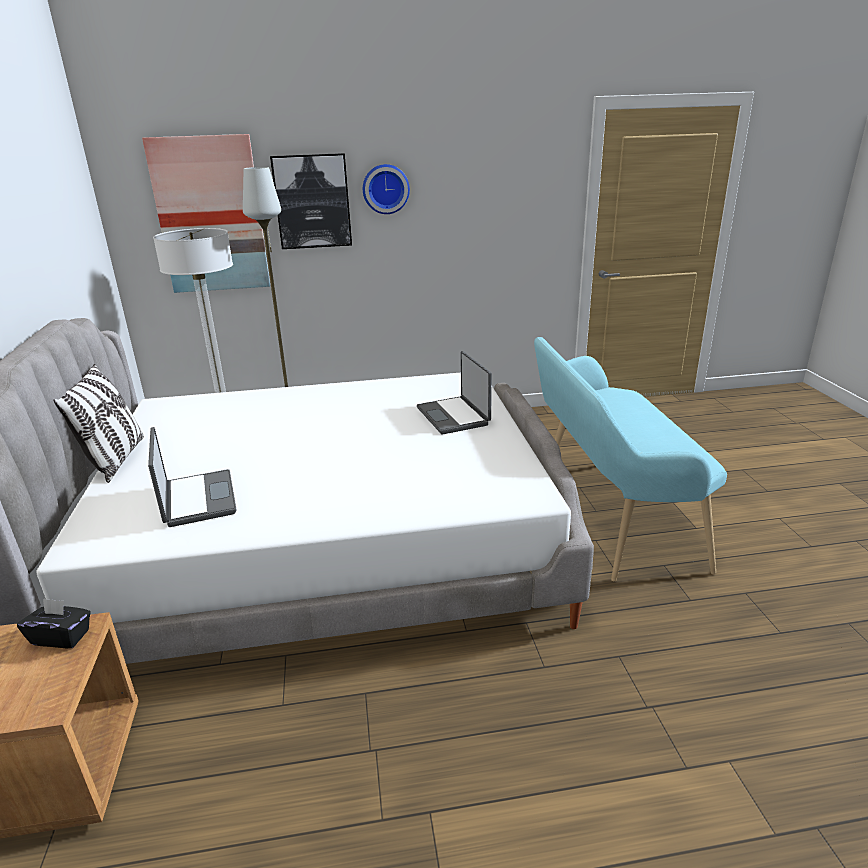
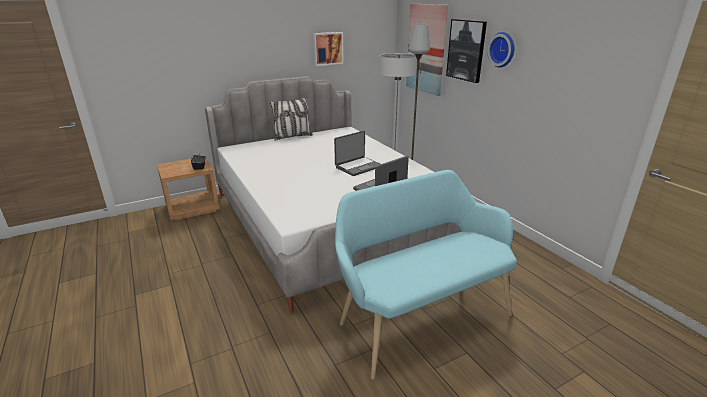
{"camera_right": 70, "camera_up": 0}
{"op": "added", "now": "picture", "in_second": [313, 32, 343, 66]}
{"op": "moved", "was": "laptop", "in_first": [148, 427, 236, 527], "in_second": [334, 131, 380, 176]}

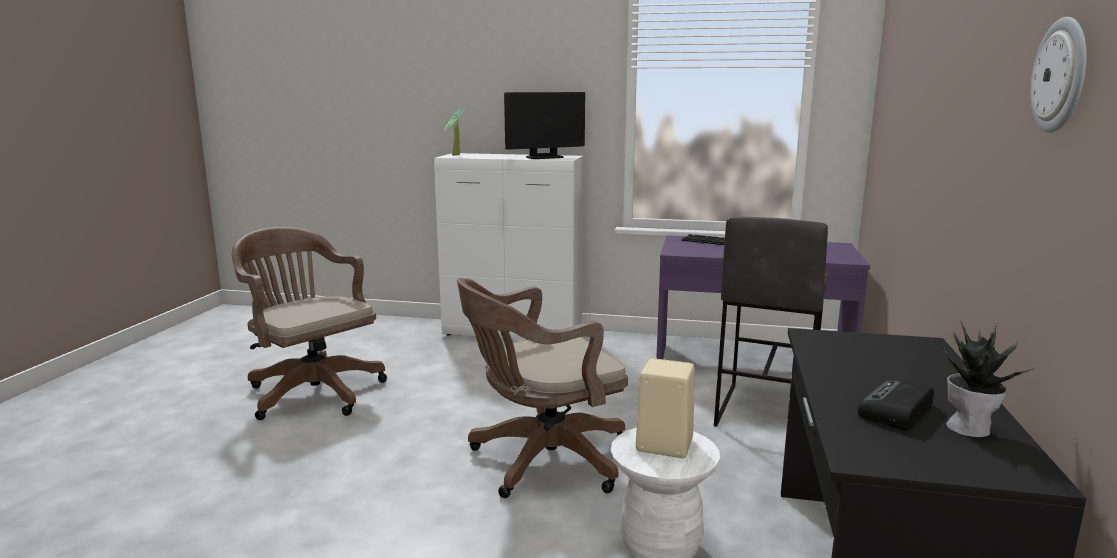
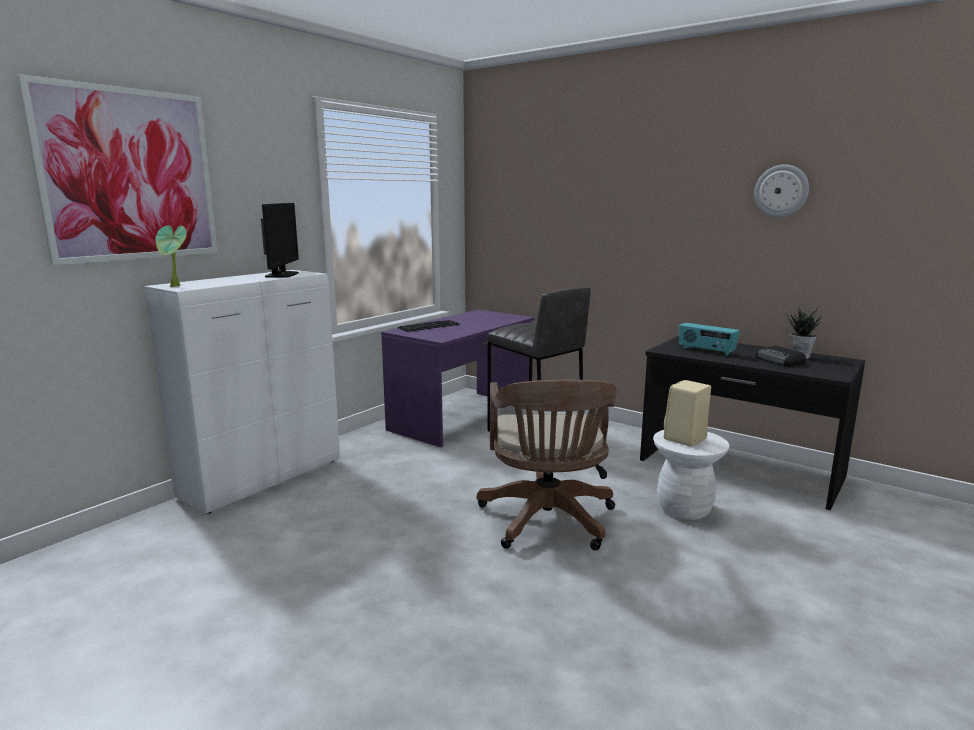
{"camera_right": -65, "camera_up": 0}
{"op": "added", "now": "picture", "in_second": [17, 74, 218, 265]}
{"op": "added", "now": "radio", "in_second": [679, 323, 740, 356]}
{"op": "removed", "was": "brown office chair", "in_first": [232, 227, 387, 420]}

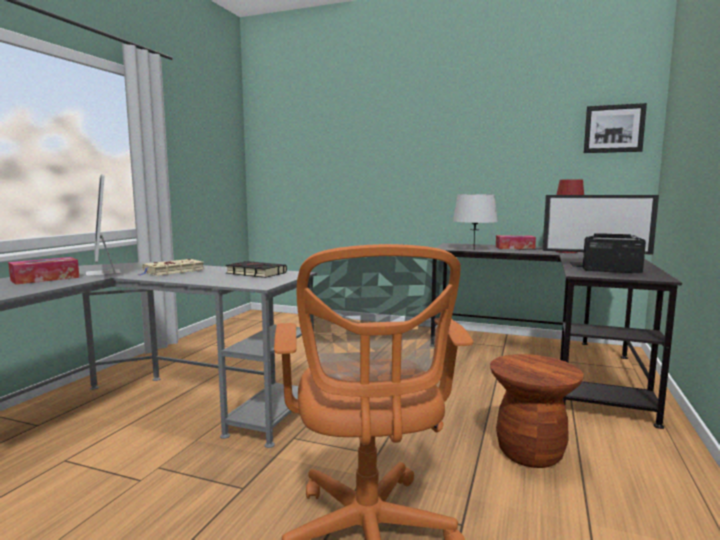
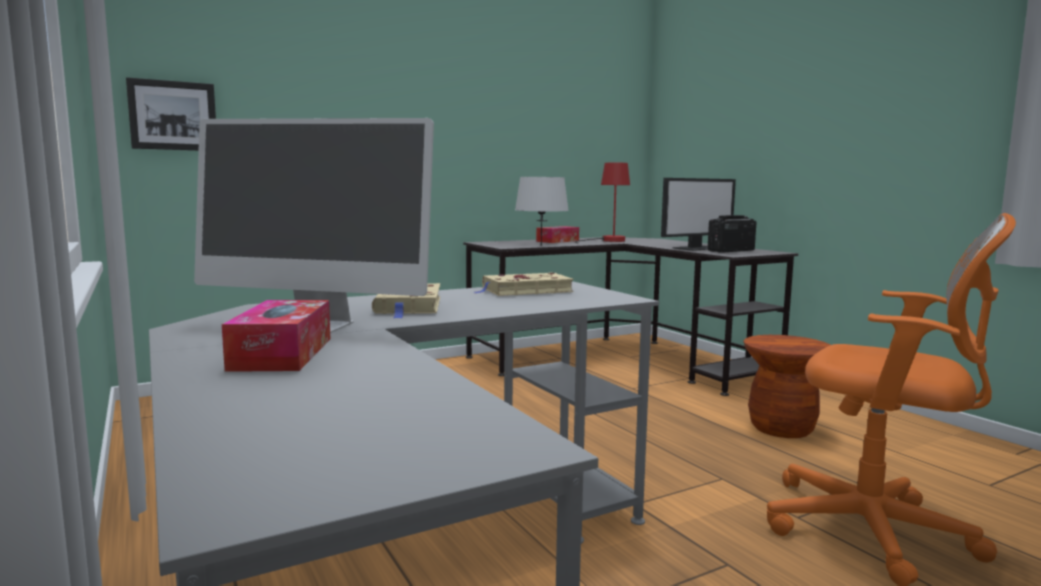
{"camera_right": -50, "camera_up": 0}
{"op": "moved", "was": "picture", "in_first": [583, 103, 647, 153], "in_second": [126, 77, 216, 151]}
{"op": "recoloured", "was": "black book", "now": "beige book", "in_first": [225, 261, 287, 278], "in_second": [475, 273, 574, 296]}

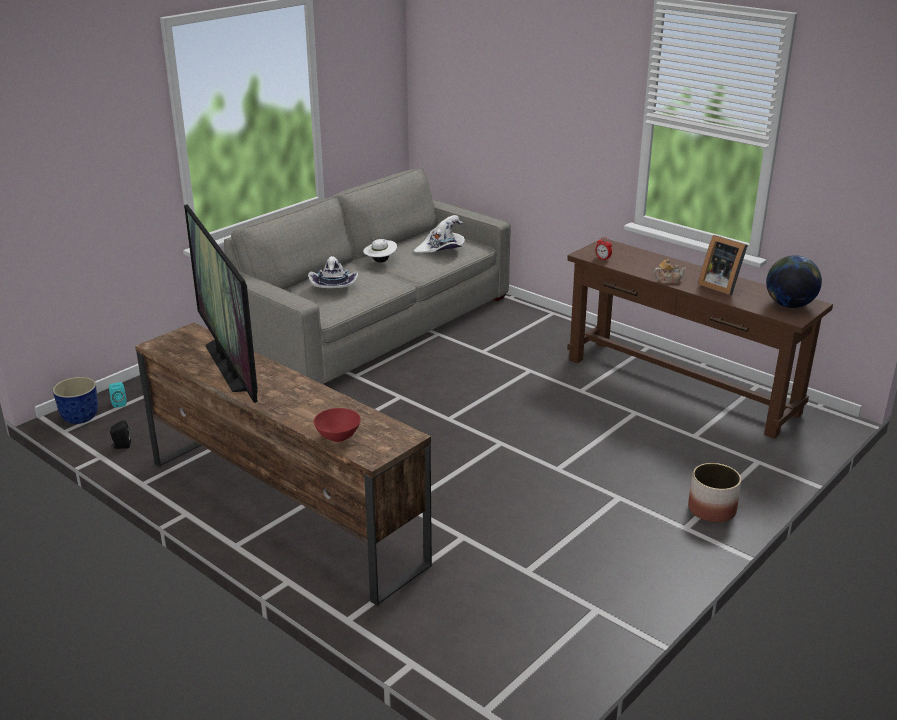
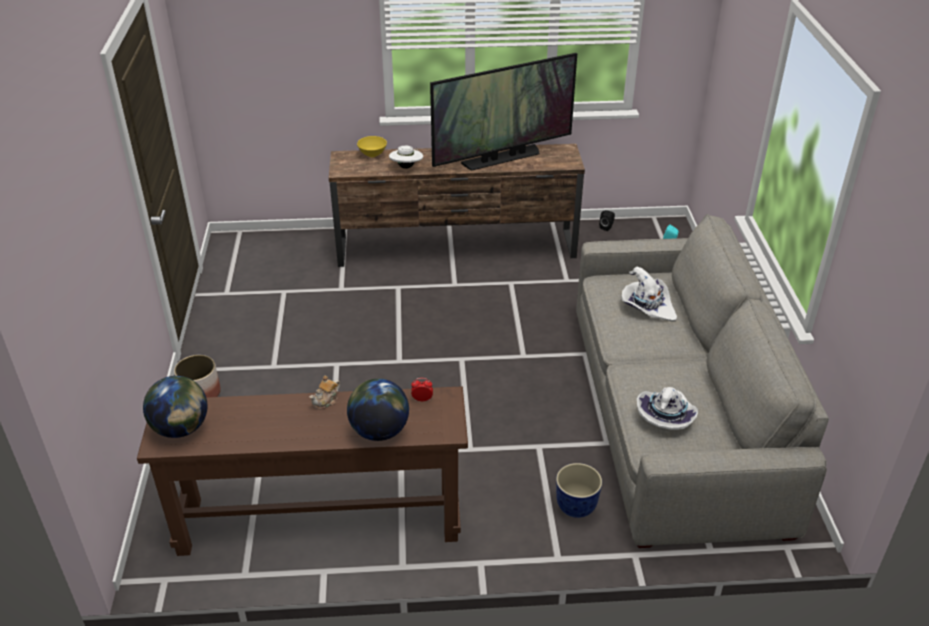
{"camera_right": 135, "camera_up": 10}
{"op": "added", "now": "globe", "in_second": [347, 379, 409, 441]}
{"op": "recoloured", "was": "red bowl", "now": "yellow bowl", "in_first": [314, 408, 361, 442], "in_second": [357, 136, 387, 157]}
{"op": "moved", "was": "white hat", "in_first": [363, 238, 397, 263], "in_second": [389, 145, 423, 169]}
{"op": "turned", "was": "television", "in_first": [184, 204, 258, 403], "in_second": [430, 53, 577, 170], "clockwise": 135}
{"op": "moved", "was": "planter", "in_first": [53, 377, 98, 424], "in_second": [556, 463, 602, 518]}
{"op": "removed", "was": "picture frame", "in_first": [698, 235, 748, 295]}

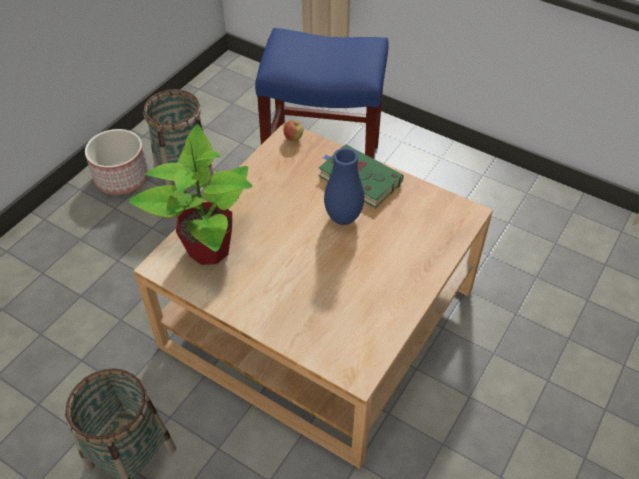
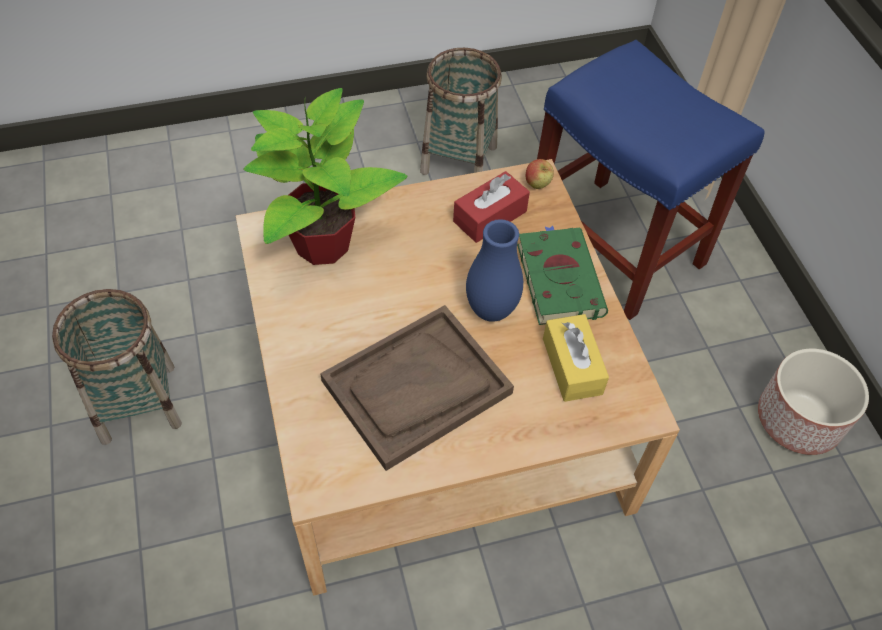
{"camera_right": 40, "camera_up": 5}
{"op": "added", "now": "brown tray", "in_second": [320, 305, 514, 471]}
{"op": "added", "now": "red tissue box", "in_second": [453, 171, 530, 243]}
{"op": "added", "now": "yellow tissue box", "in_second": [543, 314, 609, 402]}
{"op": "moved", "was": "planter", "in_first": [85, 129, 149, 195], "in_second": [758, 349, 869, 455]}

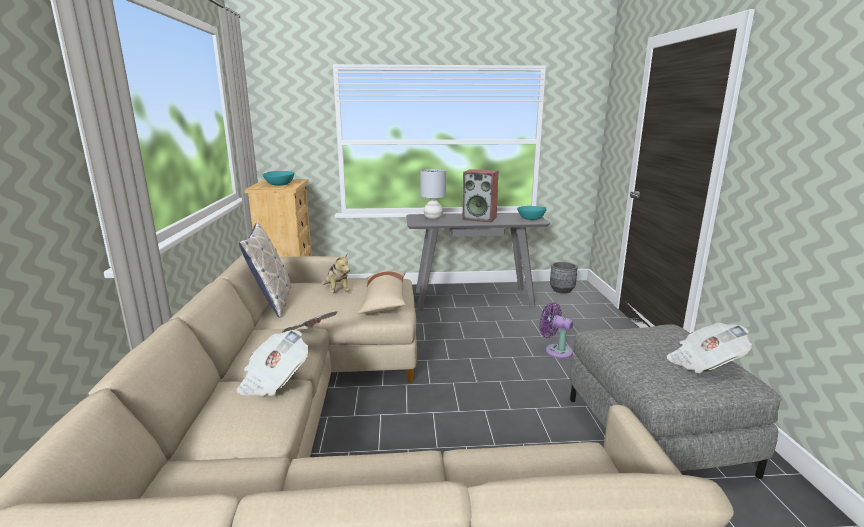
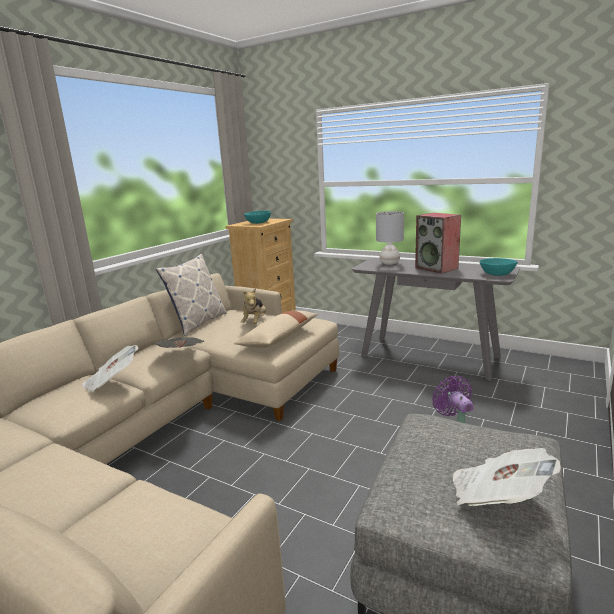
{"camera_right": 35, "camera_up": 0}
{"op": "removed", "was": "grey planter", "in_first": [550, 262, 578, 294]}

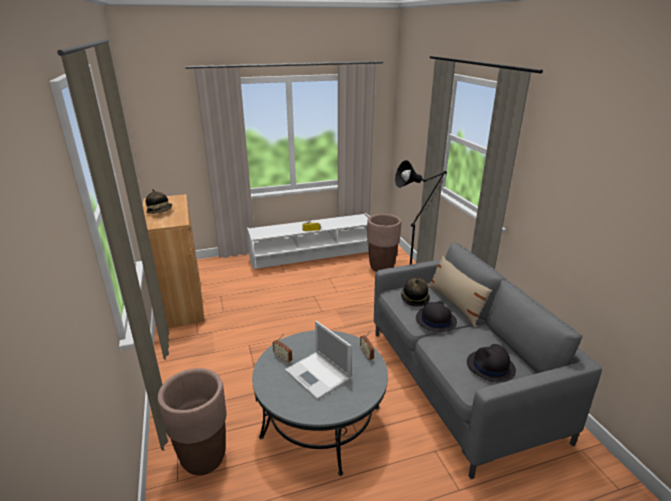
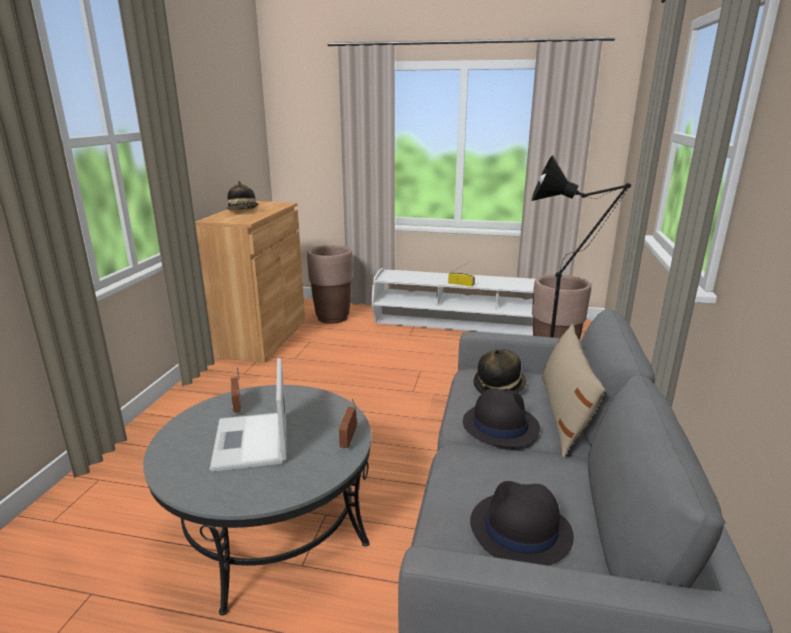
{"camera_right": 30, "camera_up": -5}
{"op": "moved", "was": "brown planter", "in_first": [158, 368, 227, 475], "in_second": [307, 245, 353, 324]}

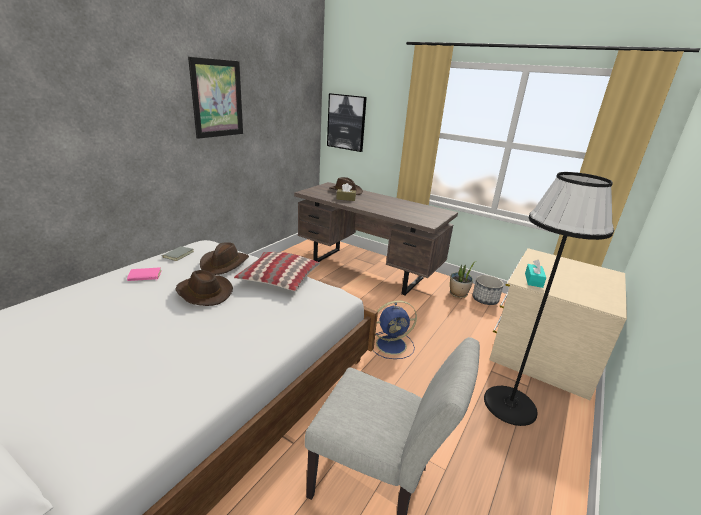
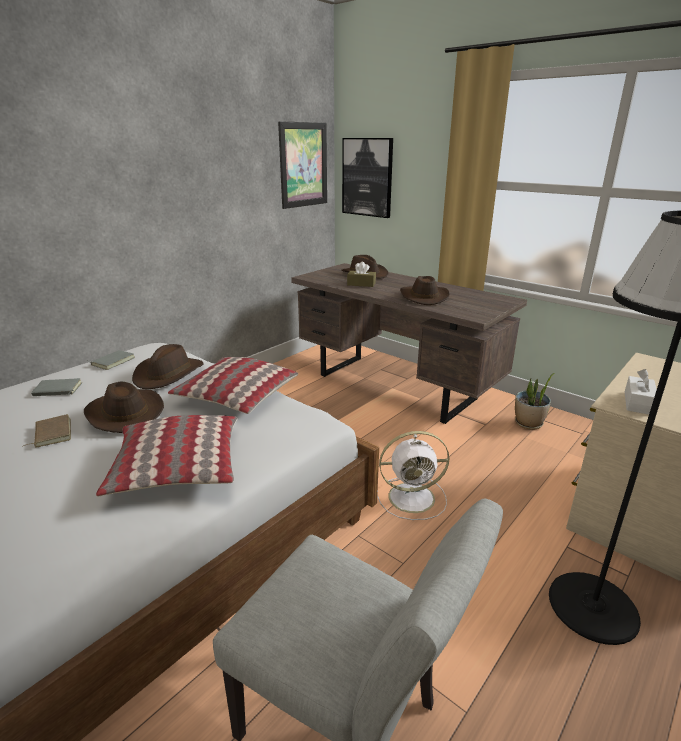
{"camera_right": 10, "camera_up": 0}
{"op": "added", "now": "brown book", "in_second": [22, 414, 71, 448]}
{"op": "recoloured", "was": "pink book", "now": "grey book", "in_first": [127, 267, 162, 281], "in_second": [31, 378, 82, 396]}
{"op": "added", "now": "pillow", "in_second": [96, 415, 238, 497]}
{"op": "moved", "was": "picture", "in_first": [188, 57, 243, 139], "in_second": [278, 121, 327, 209]}
{"op": "recoloured", "was": "blue fan", "now": "white fan", "in_first": [373, 300, 417, 359], "in_second": [377, 431, 450, 520]}
{"op": "added", "now": "brown hat", "in_second": [400, 276, 450, 305]}
{"op": "recoloured", "was": "turquoise tissue box", "now": "white tissue box", "in_first": [525, 260, 546, 288], "in_second": [625, 369, 657, 415]}
{"op": "removed", "was": "planter", "in_first": [472, 275, 504, 305]}

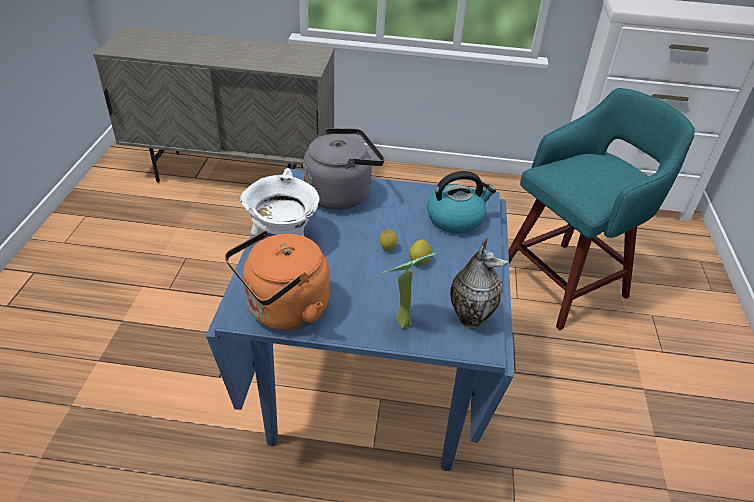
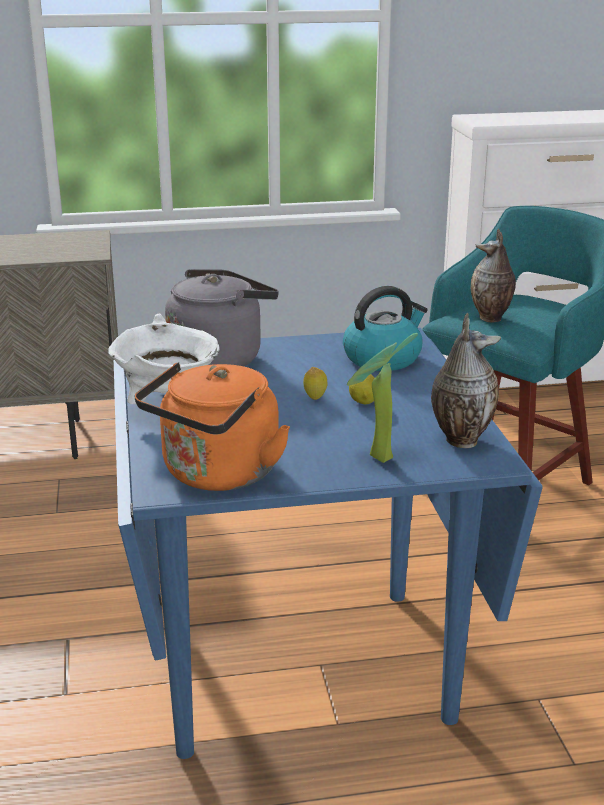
{"camera_right": -15, "camera_up": -15}
{"op": "added", "now": "vase", "in_second": [471, 228, 516, 322]}

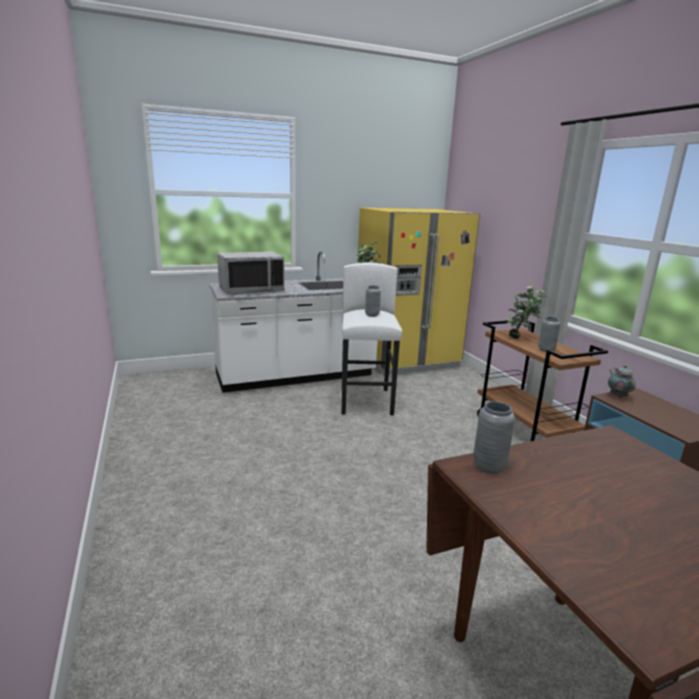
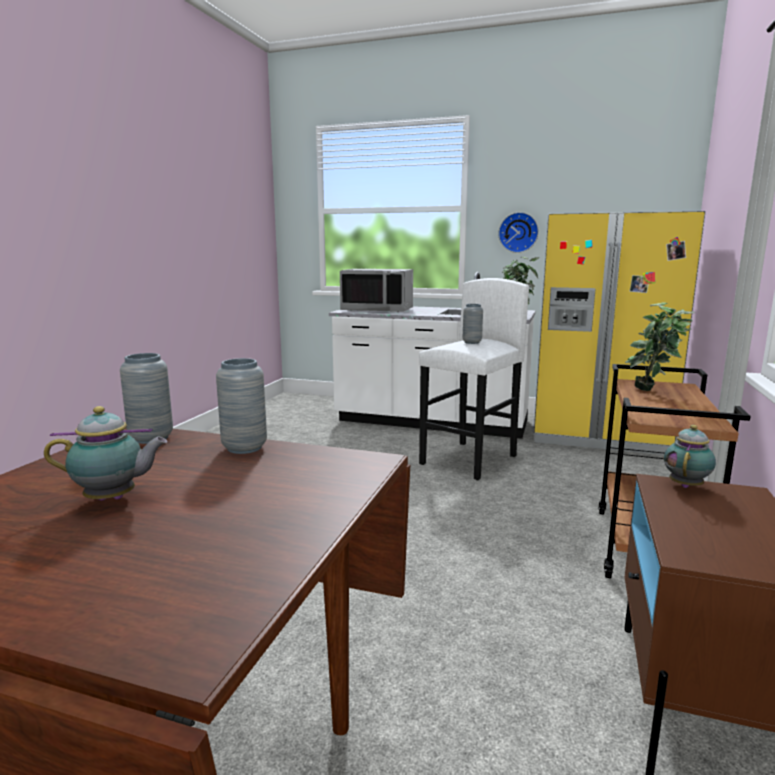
{"camera_right": 40, "camera_up": -5}
{"op": "added", "now": "teapot", "in_second": [44, 406, 167, 500]}
{"op": "moved", "was": "grey vase", "in_first": [538, 317, 560, 352], "in_second": [216, 358, 267, 454]}
{"op": "added", "now": "wall clock", "in_second": [498, 212, 539, 253]}

